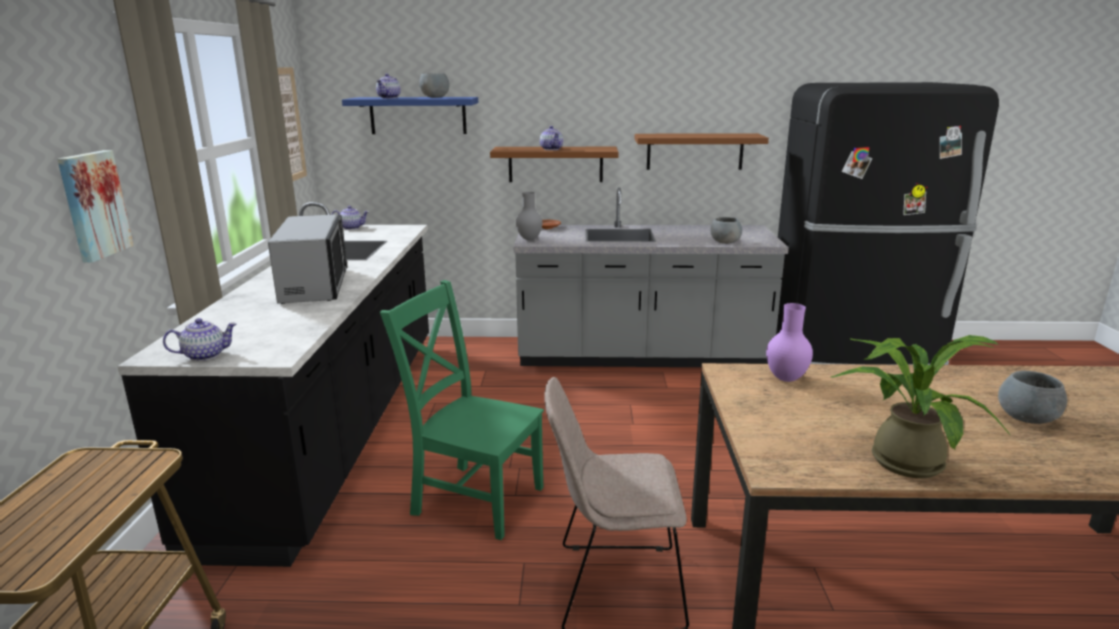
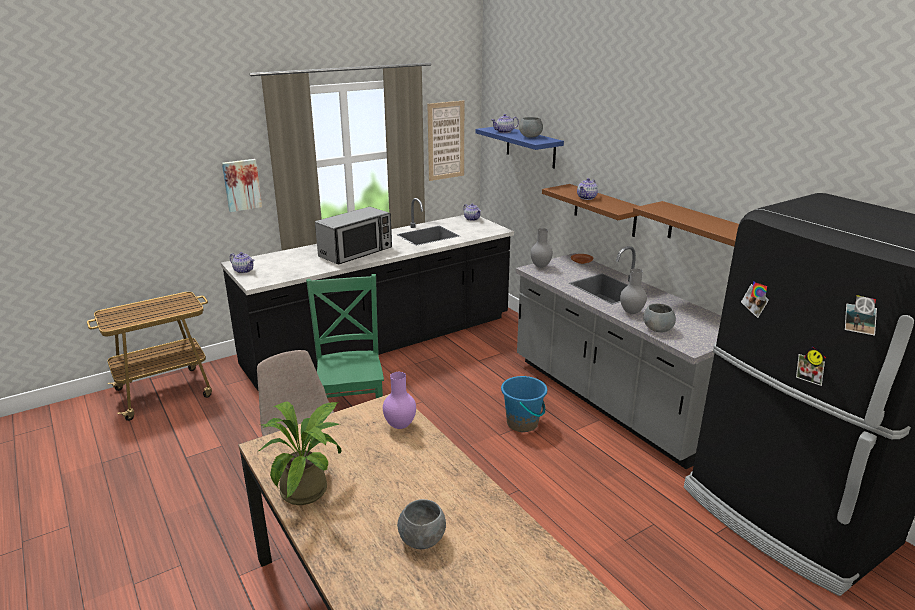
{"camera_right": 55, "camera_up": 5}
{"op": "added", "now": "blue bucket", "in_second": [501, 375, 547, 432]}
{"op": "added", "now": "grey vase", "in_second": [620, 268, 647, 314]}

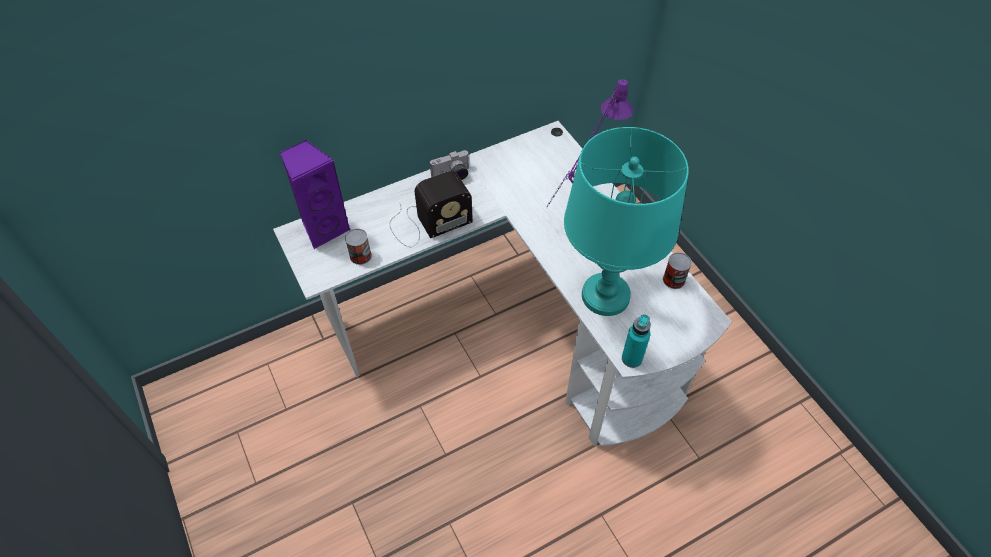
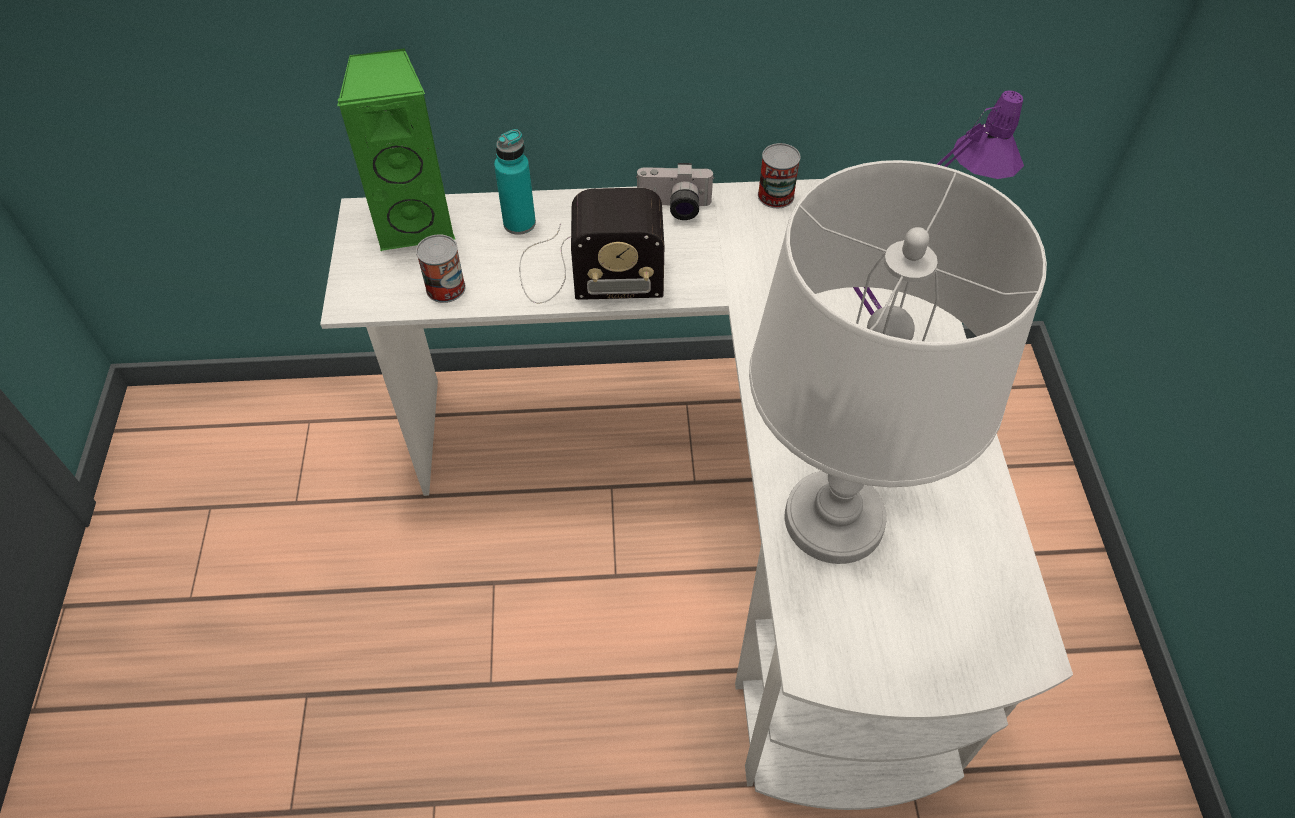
{"camera_right": 25, "camera_up": 0}
{"op": "recoloured", "was": "purple speaker", "now": "green speaker", "in_first": [280, 140, 351, 249], "in_second": [337, 48, 455, 252]}
{"op": "moved", "was": "turquoise bottle", "in_first": [622, 314, 651, 368], "in_second": [494, 129, 536, 235]}
{"op": "recoloured", "was": "turquoise table lamp", "now": "white table lamp", "in_first": [564, 127, 688, 316], "in_second": [749, 160, 1047, 564]}
{"op": "moved", "was": "can", "in_first": [663, 252, 692, 289], "in_second": [758, 143, 800, 208]}

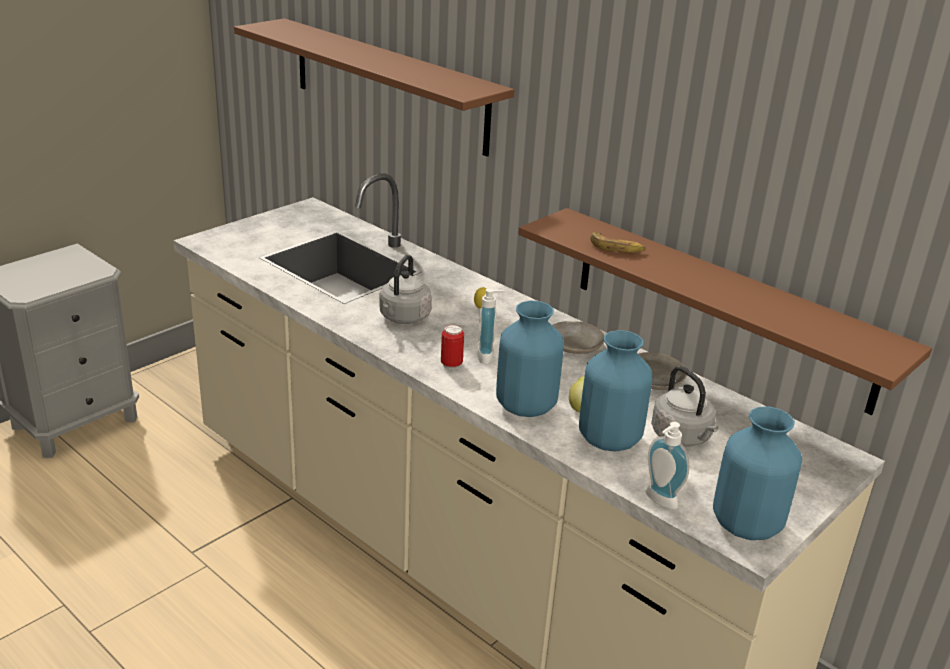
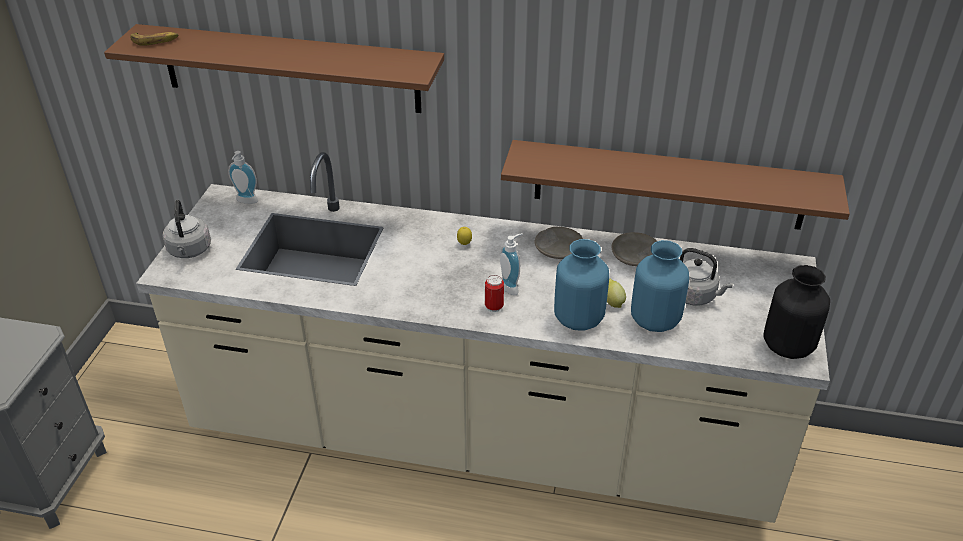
{"camera_right": -30, "camera_up": 10}
{"op": "moved", "was": "banana", "in_first": [590, 232, 646, 253], "in_second": [130, 32, 178, 46]}
{"op": "moved", "was": "grey kettle", "in_first": [380, 255, 432, 324], "in_second": [163, 200, 211, 258]}
{"op": "moved", "was": "soap dispenser", "in_first": [646, 422, 689, 509], "in_second": [228, 151, 258, 204]}
{"op": "recoloured", "was": "blue vase", "now": "black vase", "in_first": [713, 407, 802, 540], "in_second": [763, 265, 830, 359]}

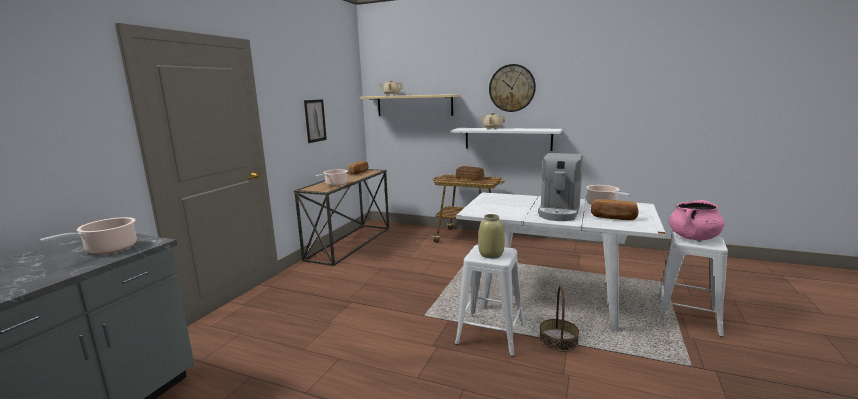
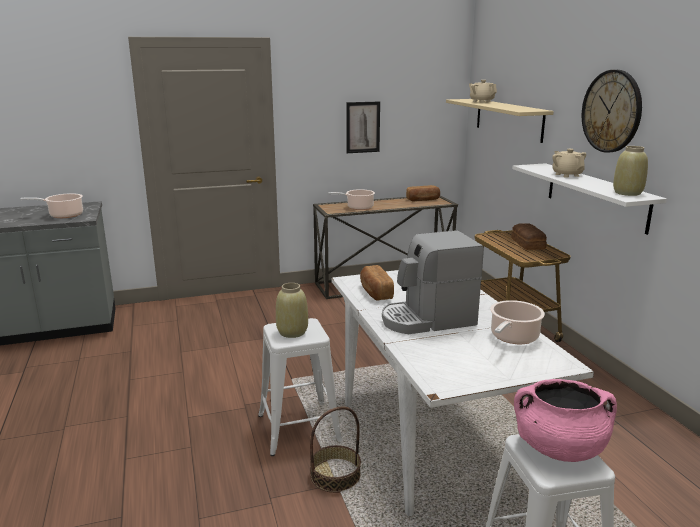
{"camera_right": 50, "camera_up": 5}
{"op": "moved", "was": "bread", "in_first": [591, 199, 638, 220], "in_second": [360, 265, 394, 301]}
{"op": "added", "now": "beige vase", "in_second": [613, 146, 648, 196]}

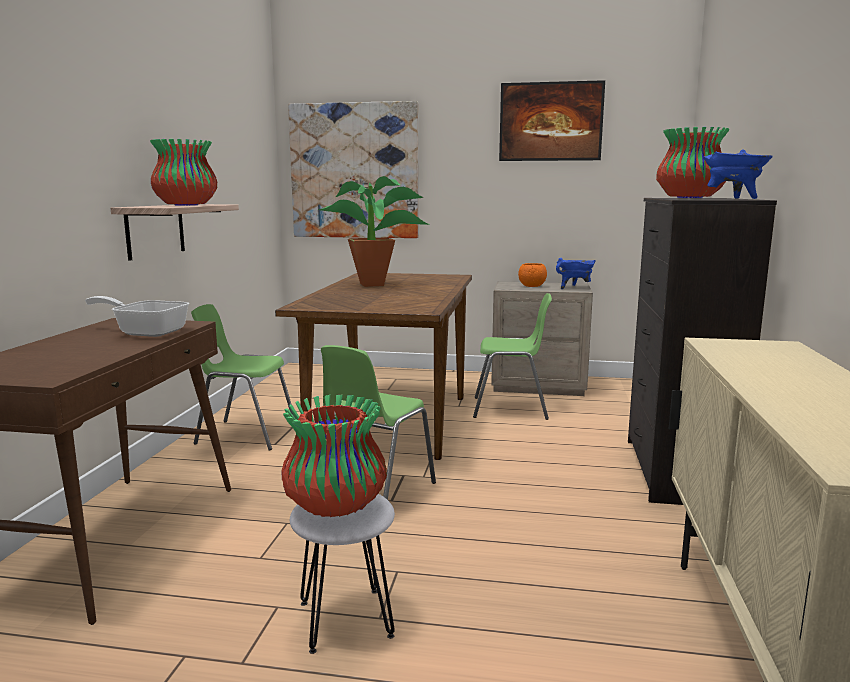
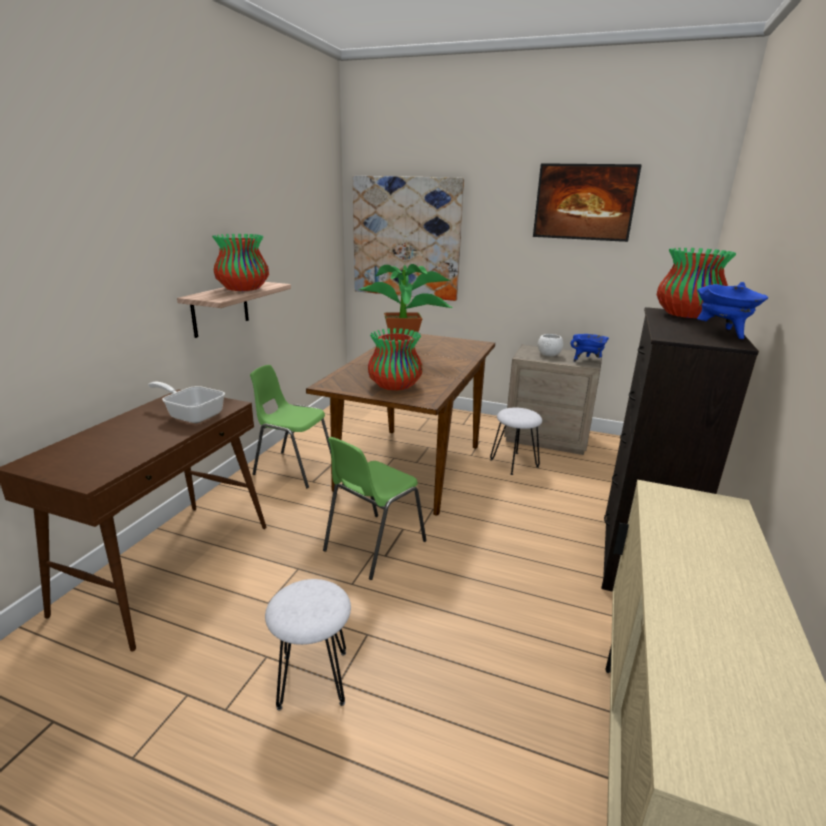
{"camera_right": 10, "camera_up": 10}
{"op": "moved", "was": "vase", "in_first": [281, 395, 387, 517], "in_second": [368, 328, 422, 390]}
{"op": "replaced", "was": "green chair", "now": "white stool", "in_first": [473, 293, 552, 420], "in_second": [490, 407, 542, 475]}
{"op": "recoloured", "was": "orange bowl", "now": "white bowl", "in_first": [518, 263, 547, 287], "in_second": [538, 334, 563, 356]}

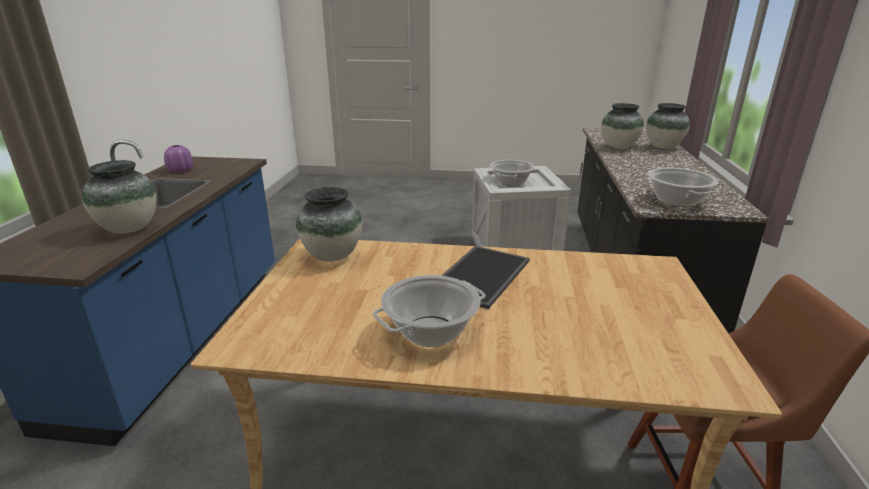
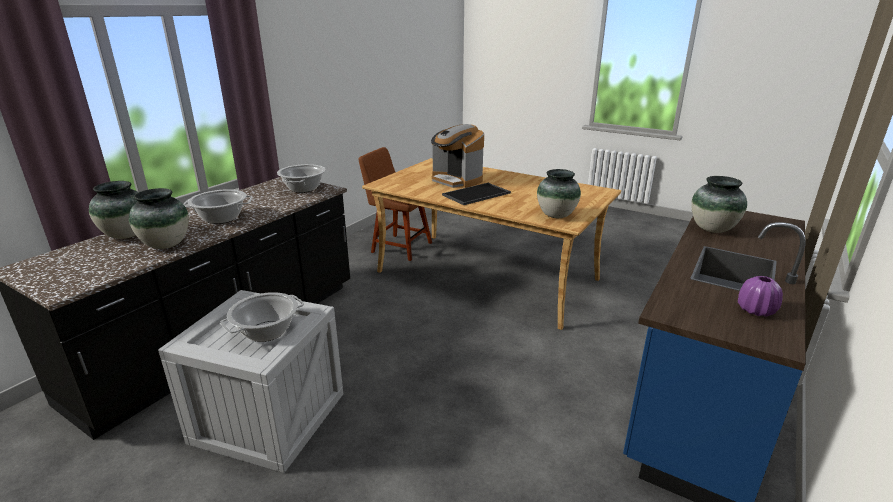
{"camera_right": -155, "camera_up": 0}
{"op": "moved", "was": "cooking pot", "in_first": [373, 275, 486, 347], "in_second": [184, 189, 253, 224]}
{"op": "added", "now": "coffee machine", "in_second": [431, 124, 484, 188]}

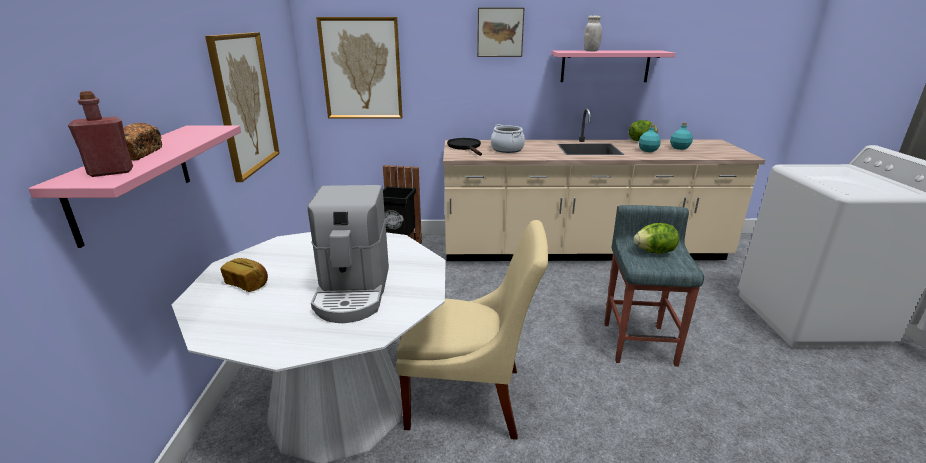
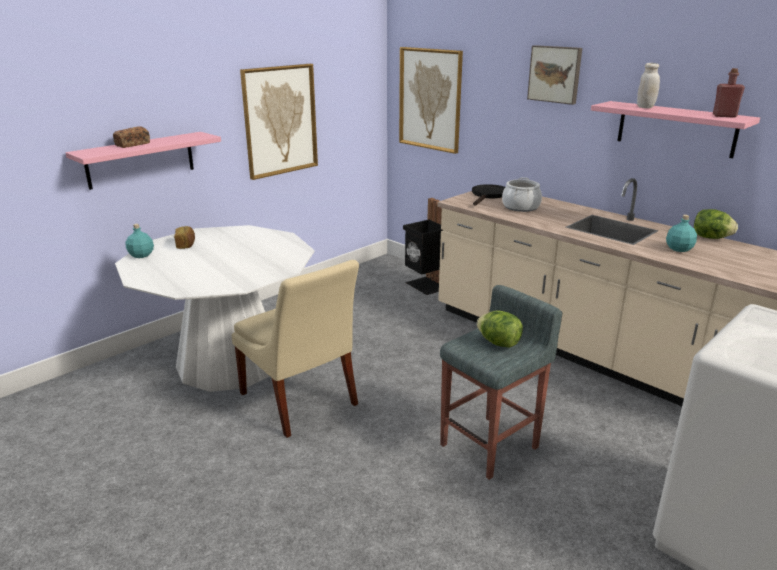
{"camera_right": 45, "camera_up": 0}
{"op": "moved", "was": "turquoise bottle", "in_first": [670, 122, 693, 150], "in_second": [125, 224, 154, 258]}
{"op": "moved", "was": "red bottle", "in_first": [68, 91, 133, 177], "in_second": [713, 68, 745, 118]}
{"op": "removed", "was": "coffee machine", "in_first": [308, 185, 389, 323]}

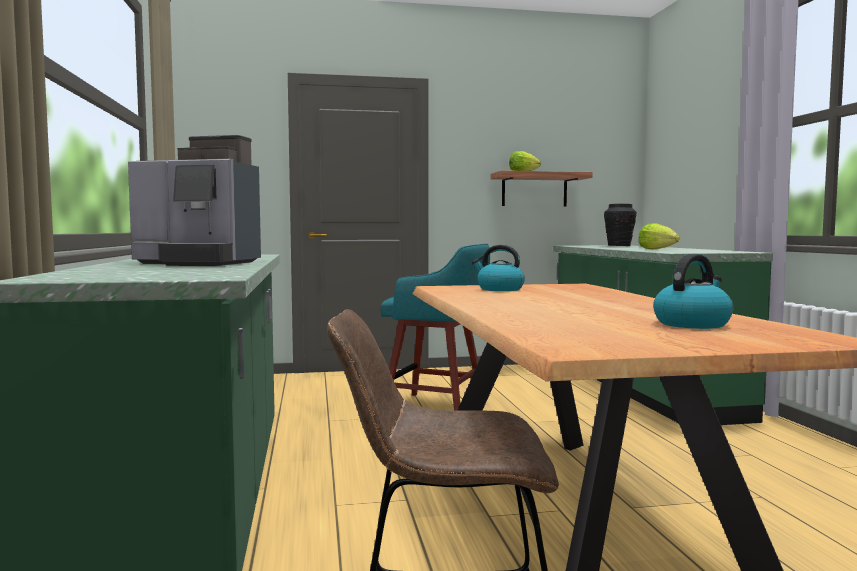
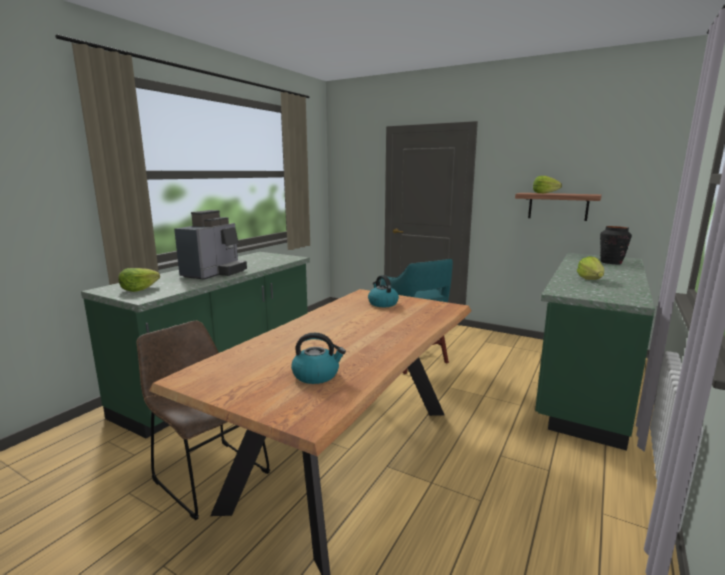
{"camera_right": 40, "camera_up": 10}
{"op": "added", "now": "lettuce", "in_second": [118, 268, 160, 292]}
{"op": "turned", "was": "coffee machine", "in_first": [128, 135, 261, 266], "in_second": [174, 210, 247, 280], "clockwise": -120}

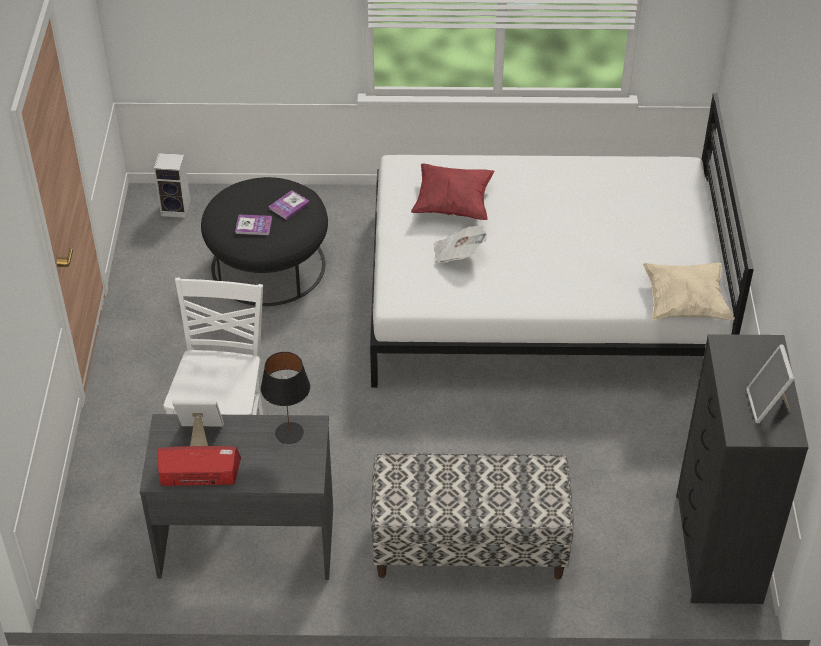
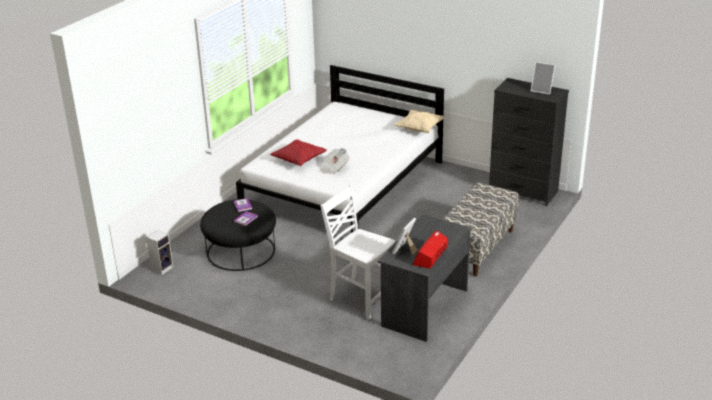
{"camera_right": -60, "camera_up": -15}
{"op": "removed", "was": "black table lamp", "in_first": [261, 352, 310, 444]}

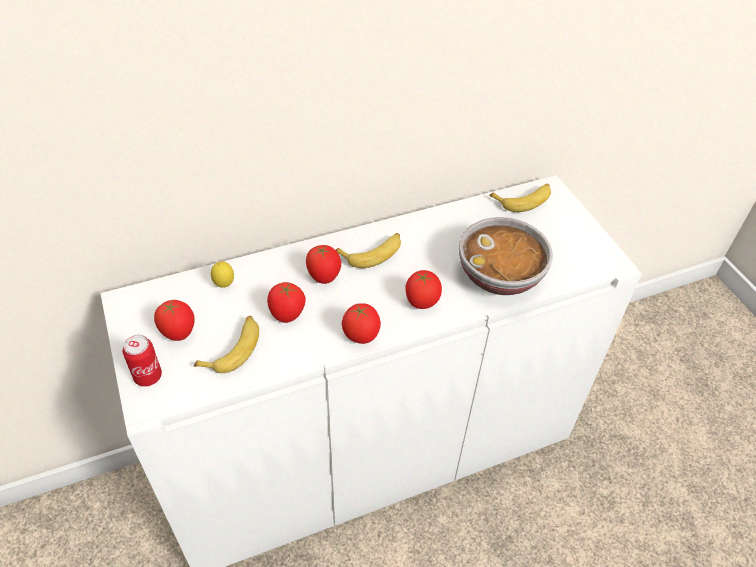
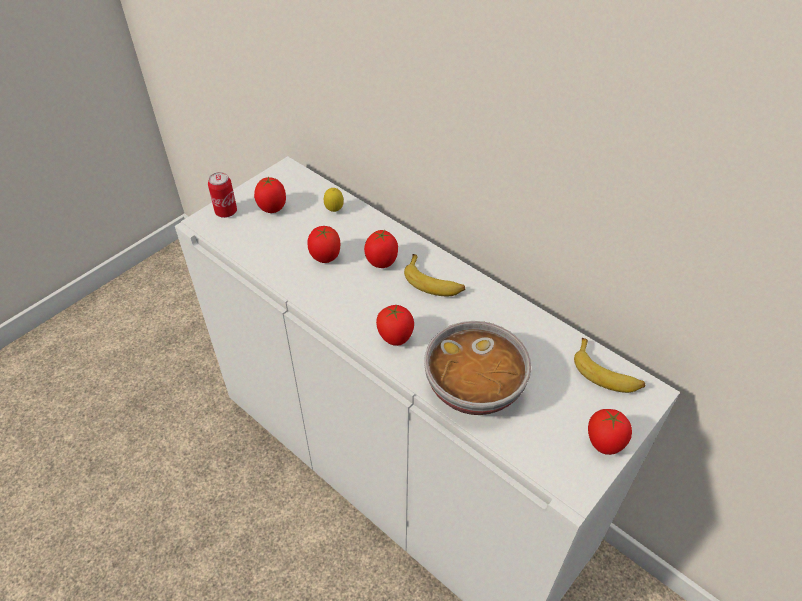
{"camera_right": 65, "camera_up": 0}
{"op": "moved", "was": "tomato", "in_first": [342, 303, 381, 344], "in_second": [588, 409, 632, 455]}
{"op": "removed", "was": "banana", "in_first": [194, 316, 259, 373]}

